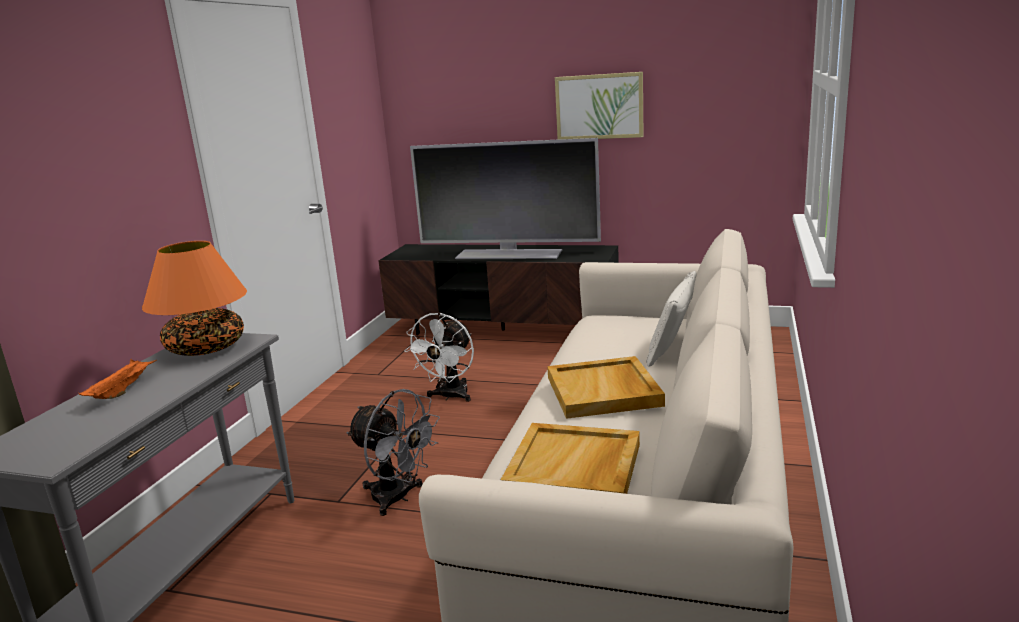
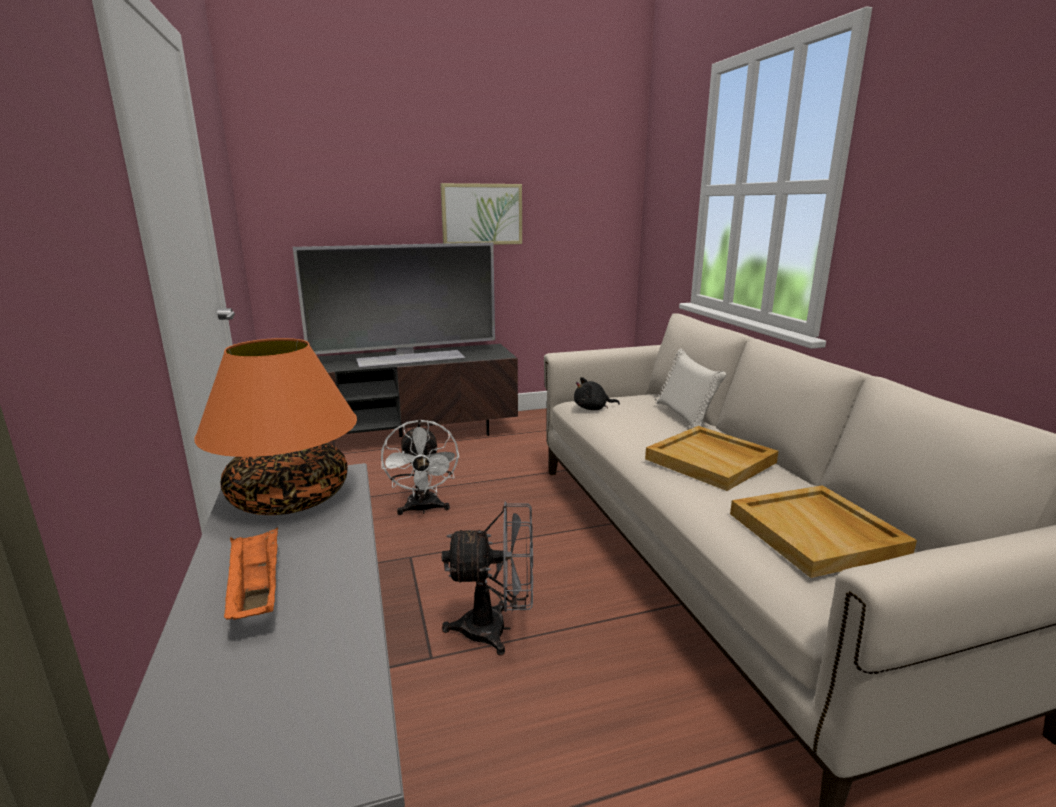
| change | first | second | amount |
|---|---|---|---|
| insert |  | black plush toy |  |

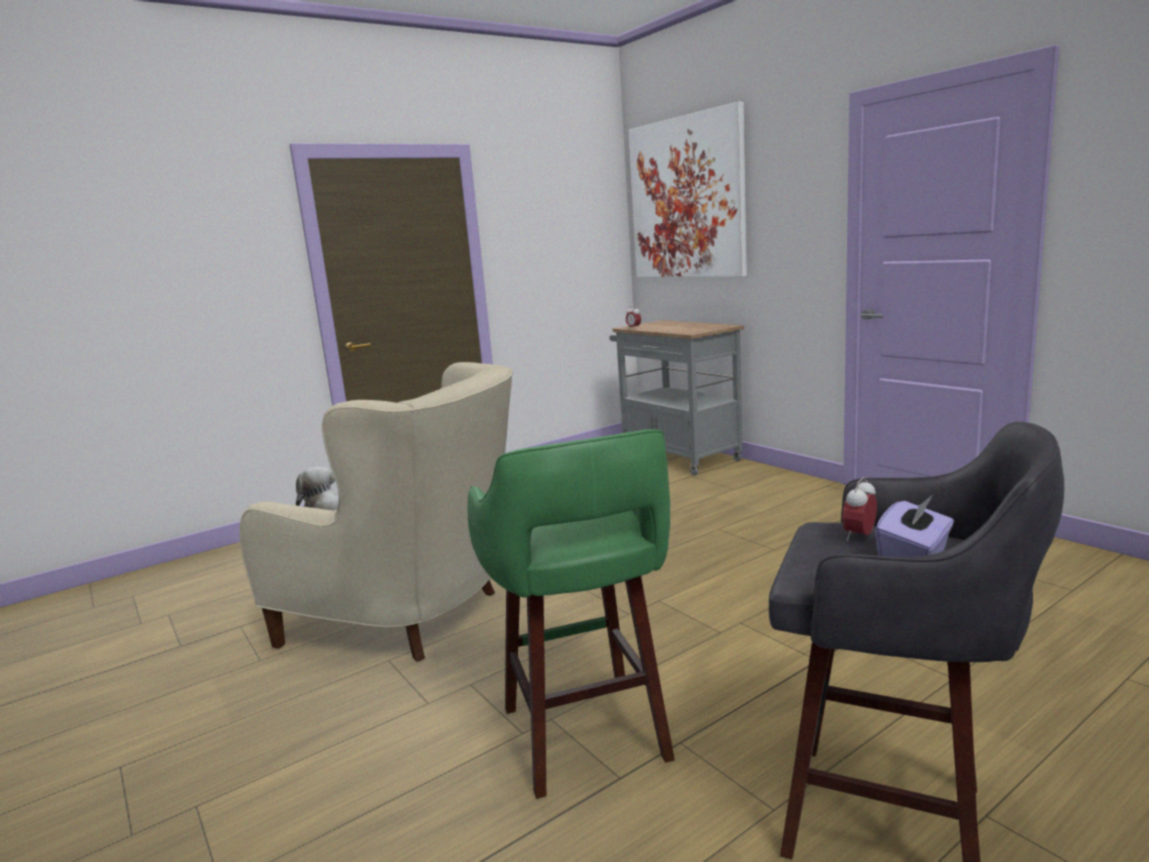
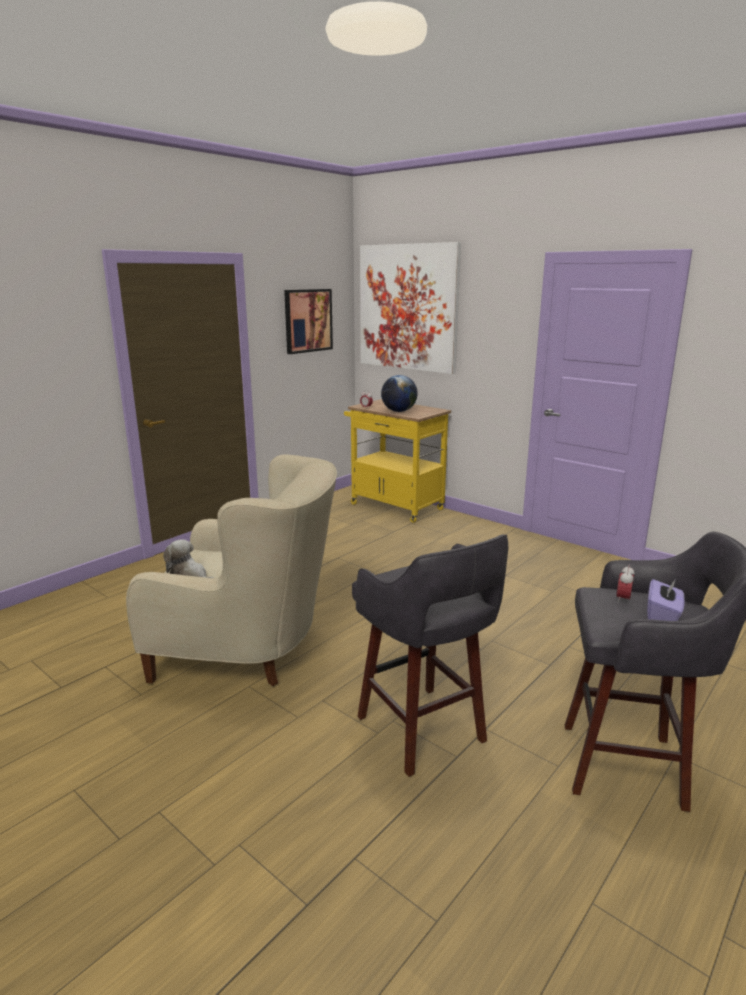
| change | first | second | amount |
|---|---|---|---|
| recolor | grey cart | yellow cart |  |
| recolor | green stool | grey stool (1st from left) |  |
| insert |  | picture (1st from left) |  |
| insert |  | globe |  |

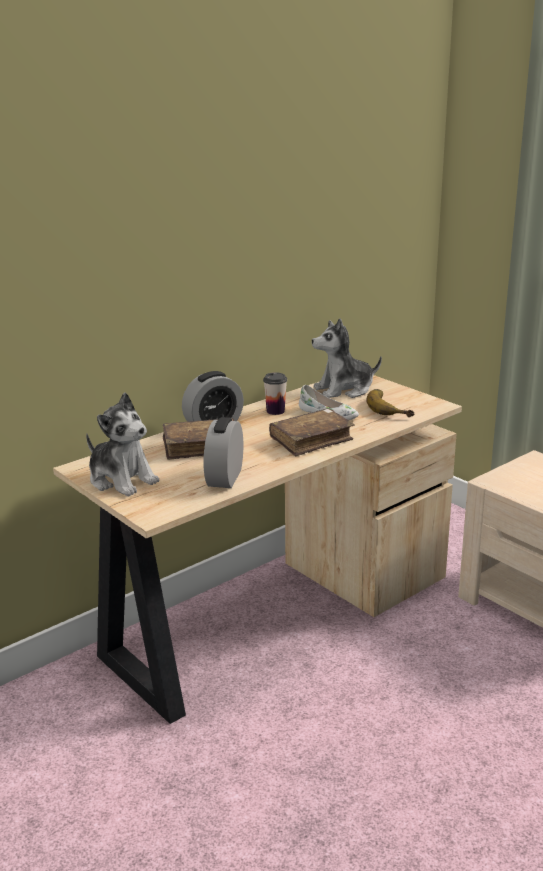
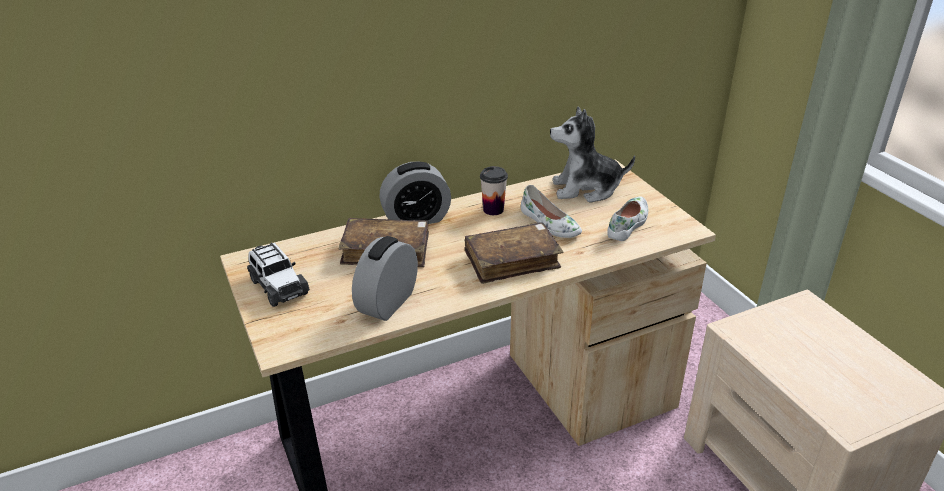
| change | first | second | amount |
|---|---|---|---|
| replace | banana | white shoe (2nd from left) |  |
| replace | plush toy (1st from left) | toy car |  |

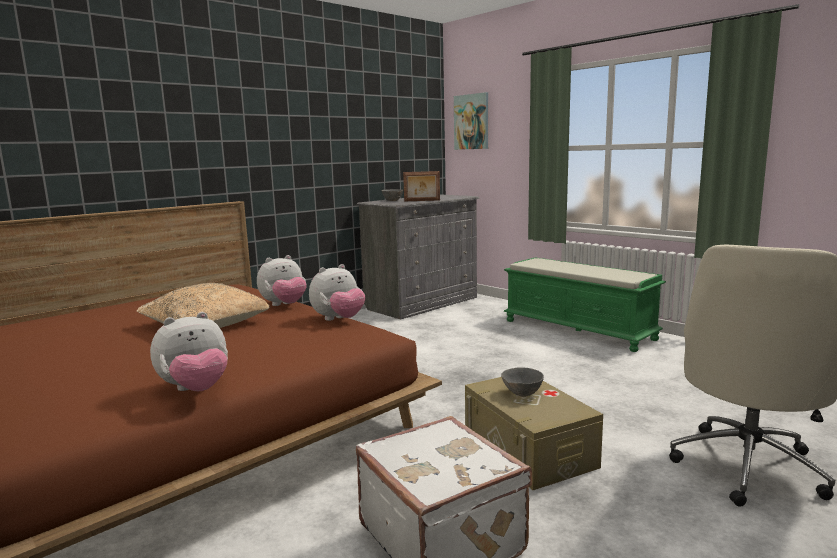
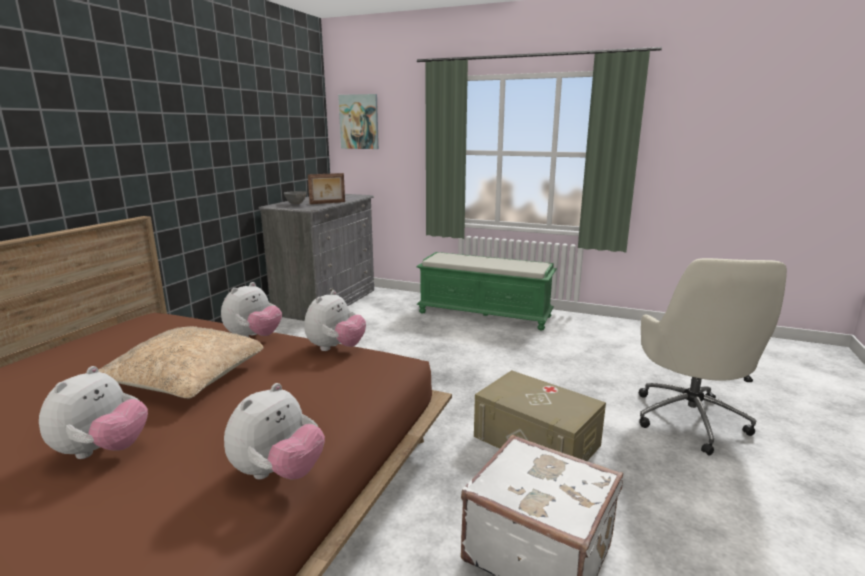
| change | first | second | amount |
|---|---|---|---|
| delete | grey bowl (2nd from left) |  |  |
| insert |  | plush toy (1st from left) |  |

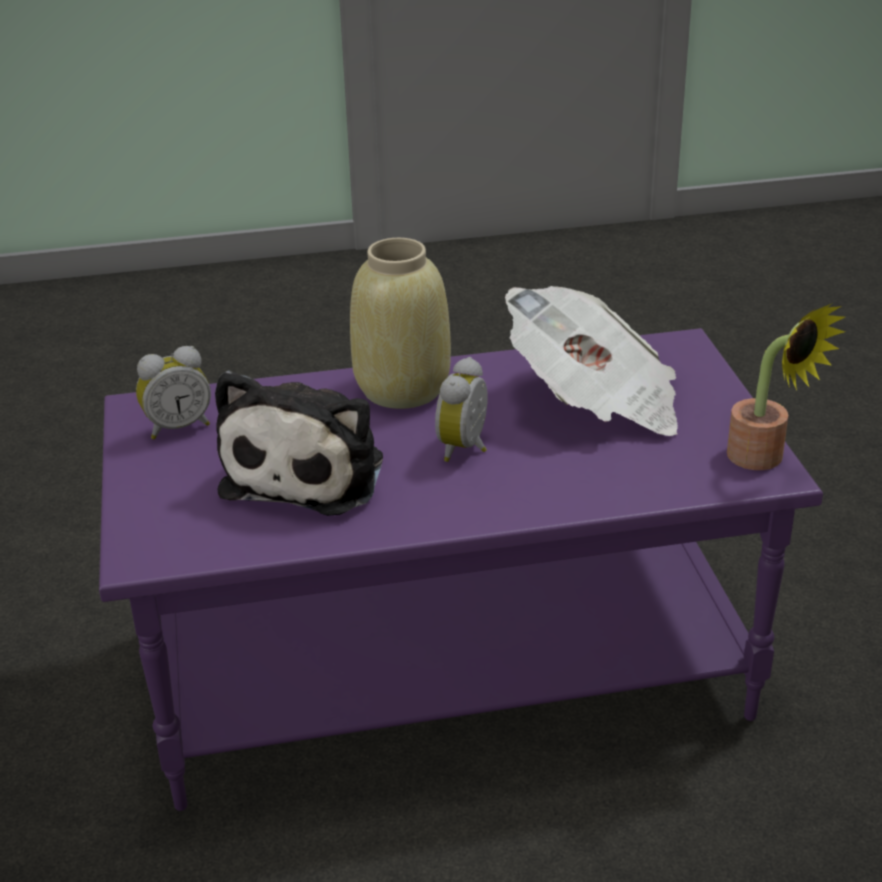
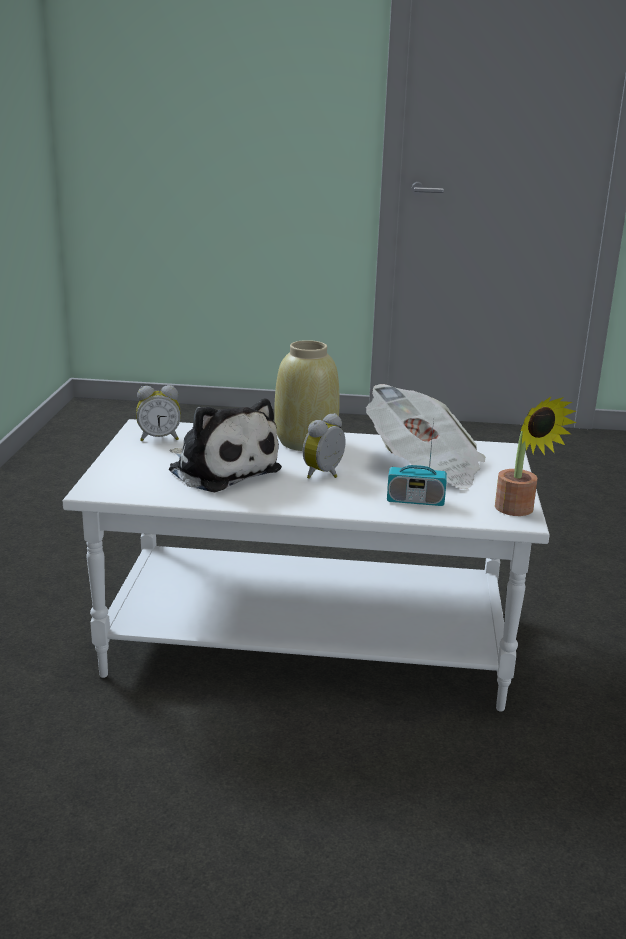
| change | first | second | amount |
|---|---|---|---|
| recolor | purple coffee table | white coffee table |  |
| rotate | plush toy |  | 75 degrees counterclockwise |
| insert |  | radio |  |

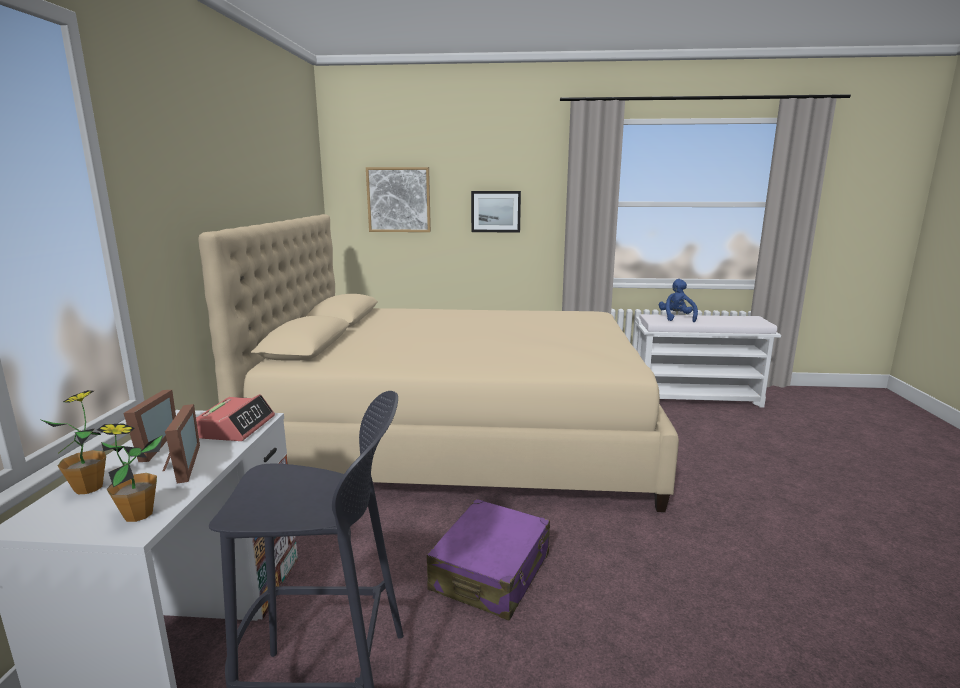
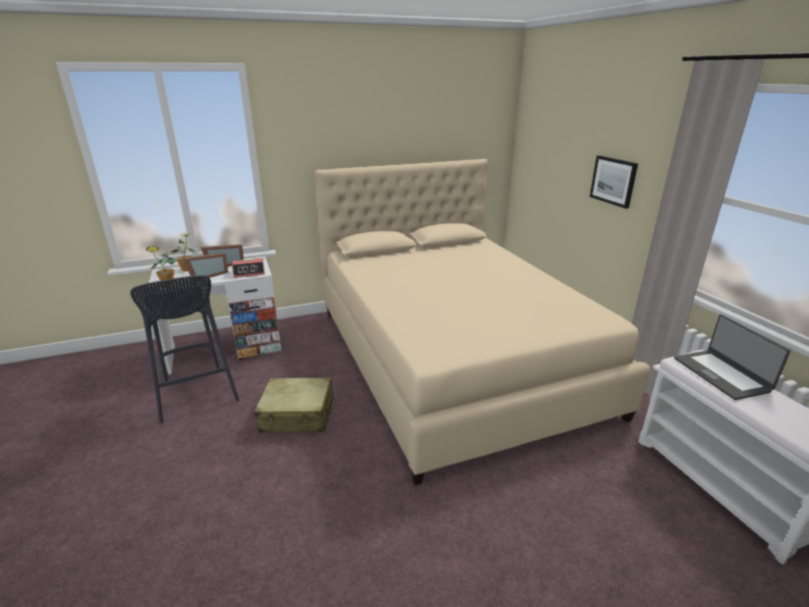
| change | first | second | amount |
|---|---|---|---|
| delete | picture (1st from left) |  |  |
| replace | blue plush toy | laptop |  |
| recolor | purple suitcase | beige suitcase |  |

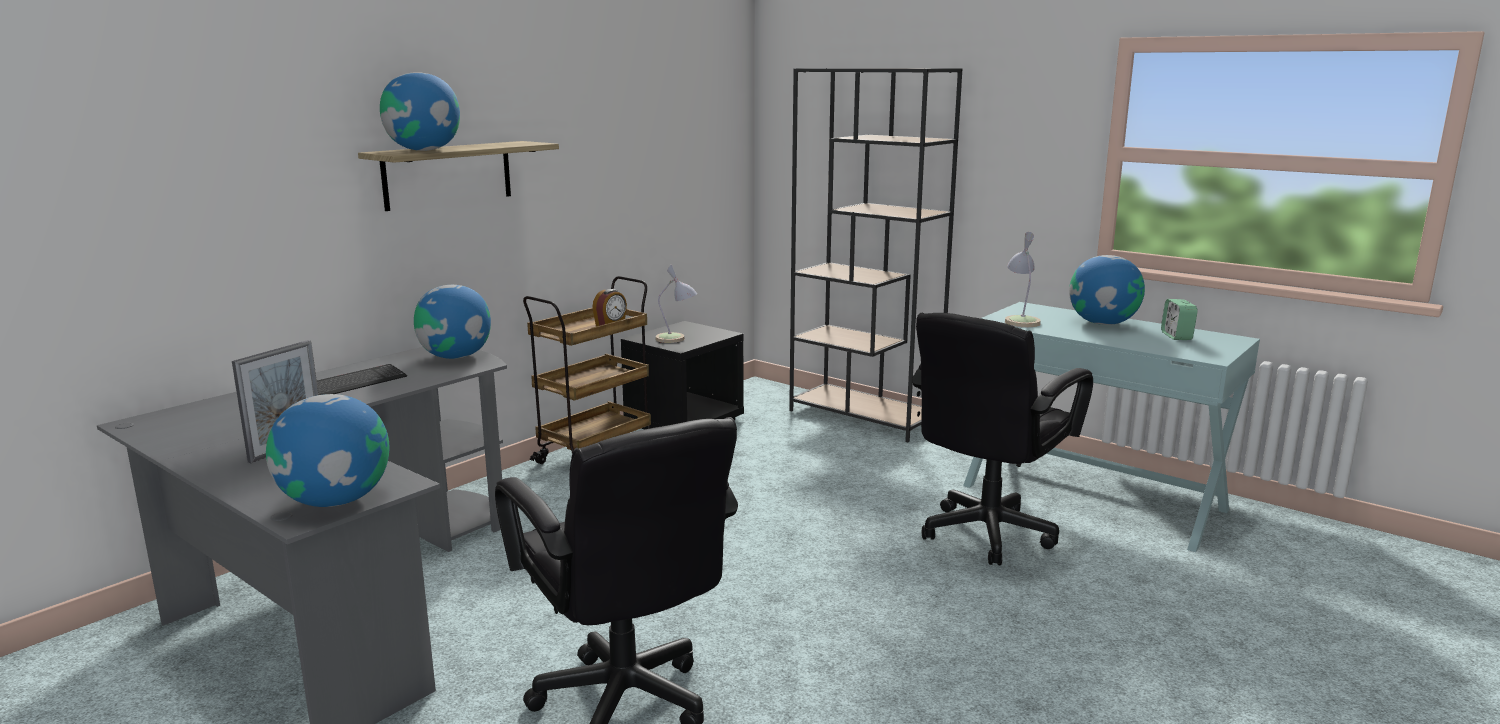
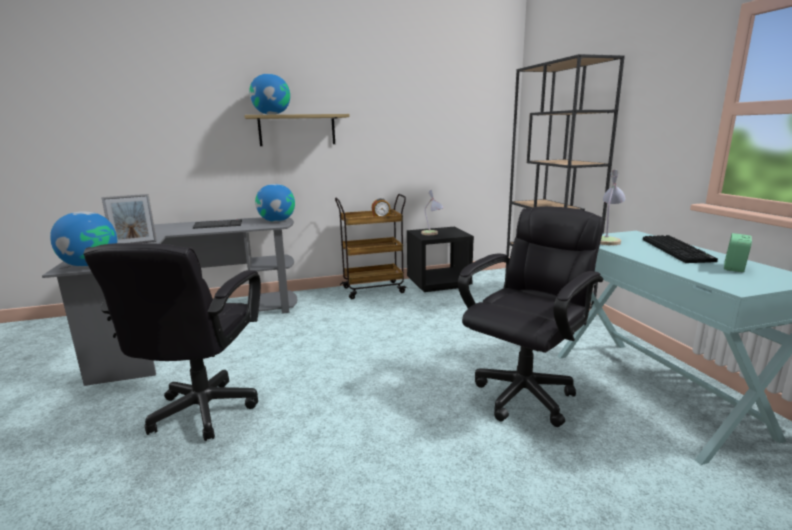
| change | first | second | amount |
|---|---|---|---|
| replace | globe (4th from left) | keyboard (2nd from left) |  |
| rotate | black office chair (2nd from left) |  | 150 degrees clockwise |

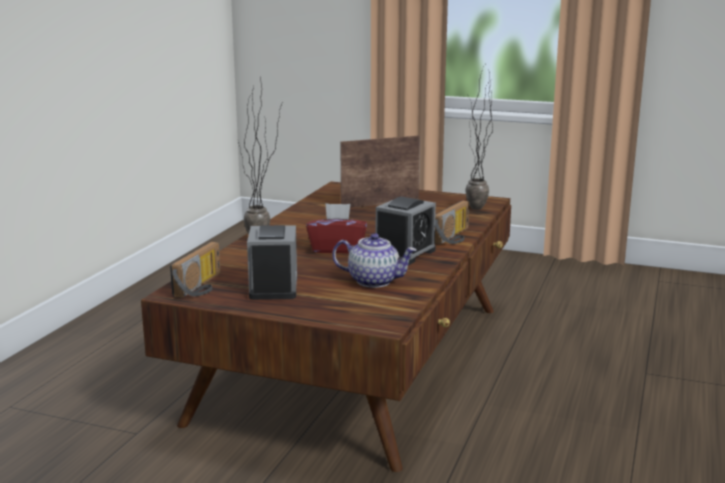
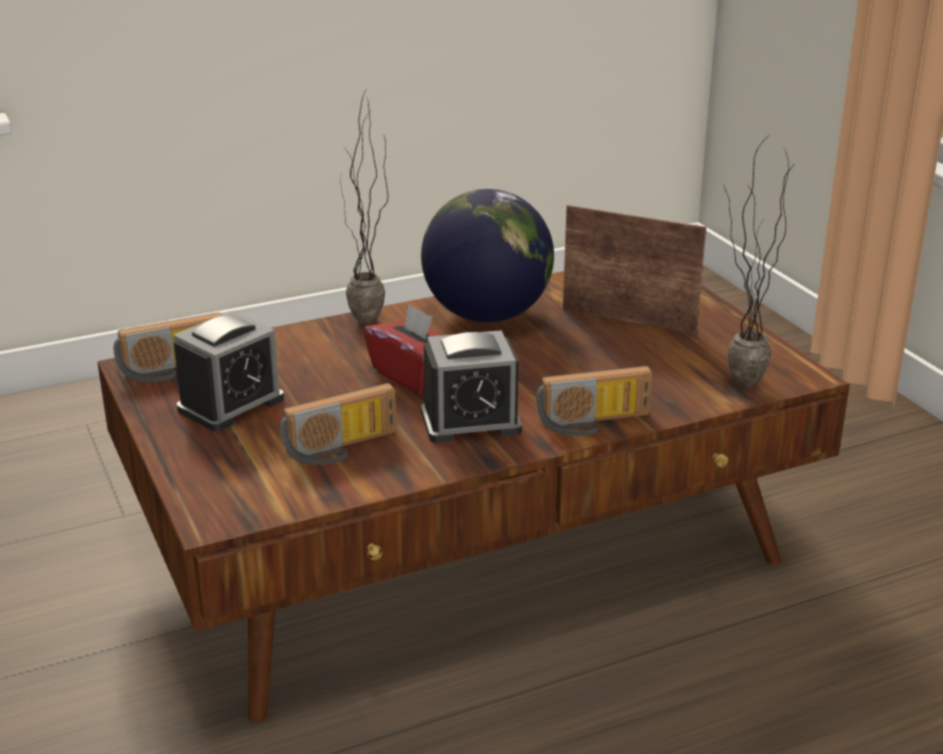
| change | first | second | amount |
|---|---|---|---|
| replace | teapot | radio (2nd from left) |  |
| insert |  | globe |  |

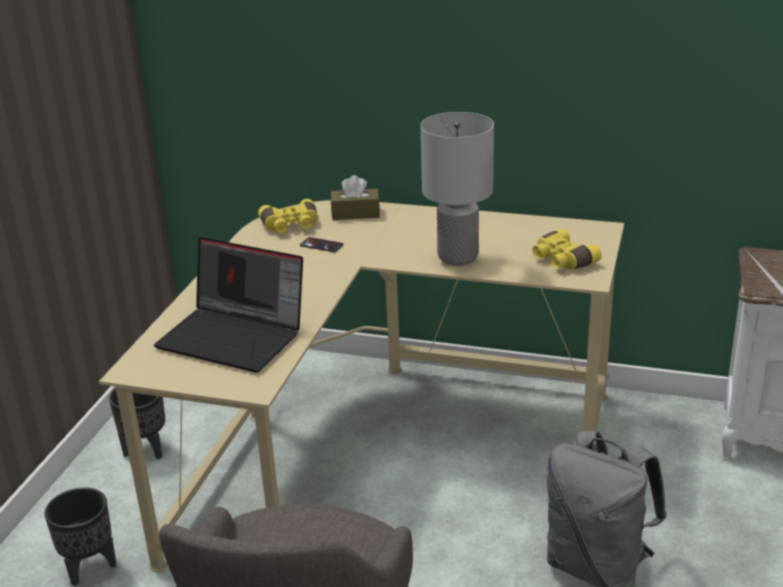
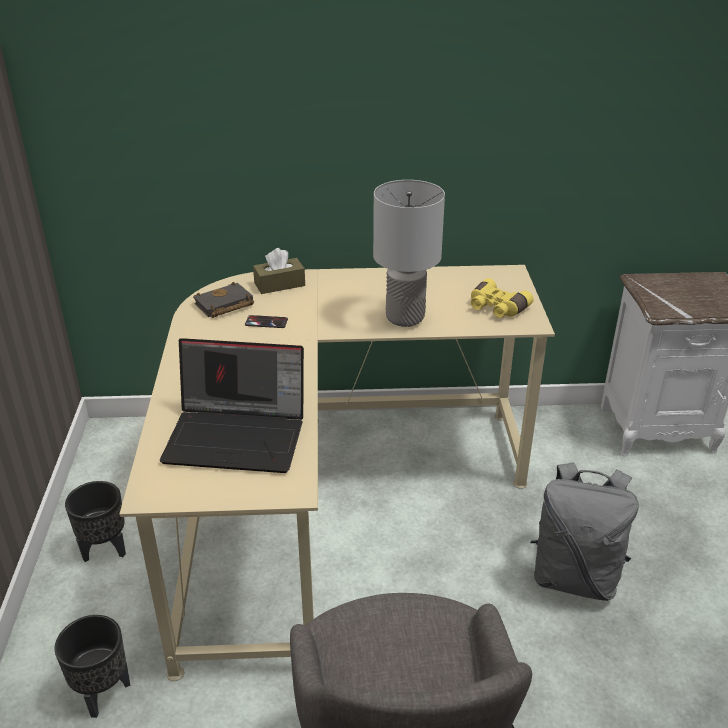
| change | first | second | amount |
|---|---|---|---|
| replace | yellow binoculars (1st from left) | black book |  |

